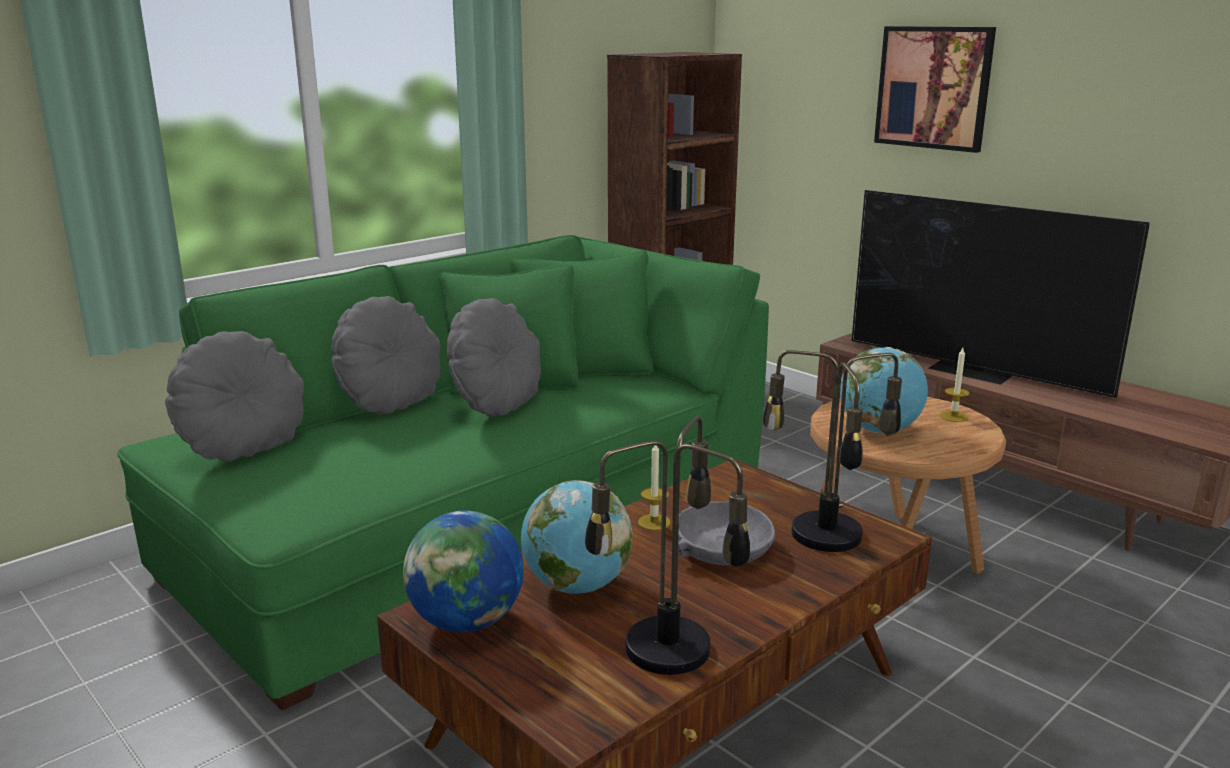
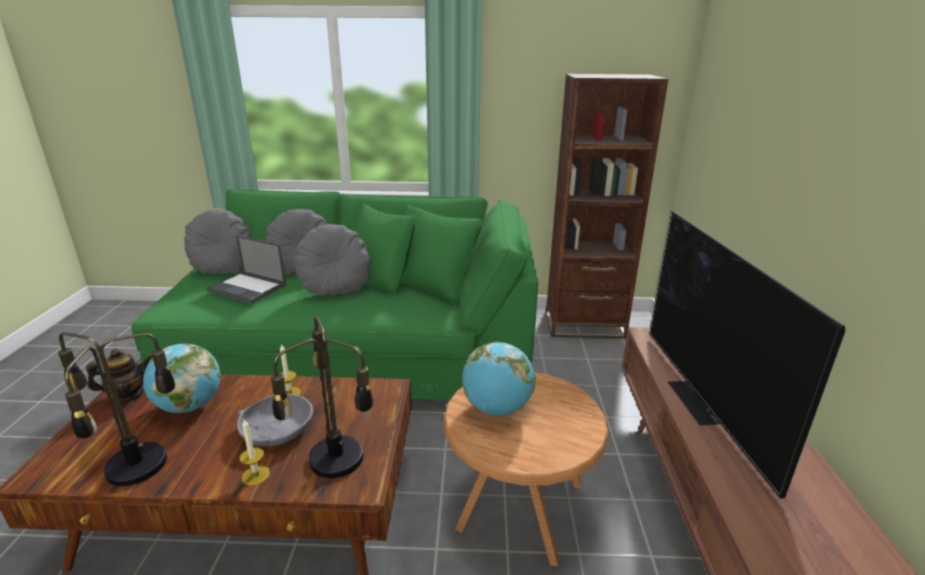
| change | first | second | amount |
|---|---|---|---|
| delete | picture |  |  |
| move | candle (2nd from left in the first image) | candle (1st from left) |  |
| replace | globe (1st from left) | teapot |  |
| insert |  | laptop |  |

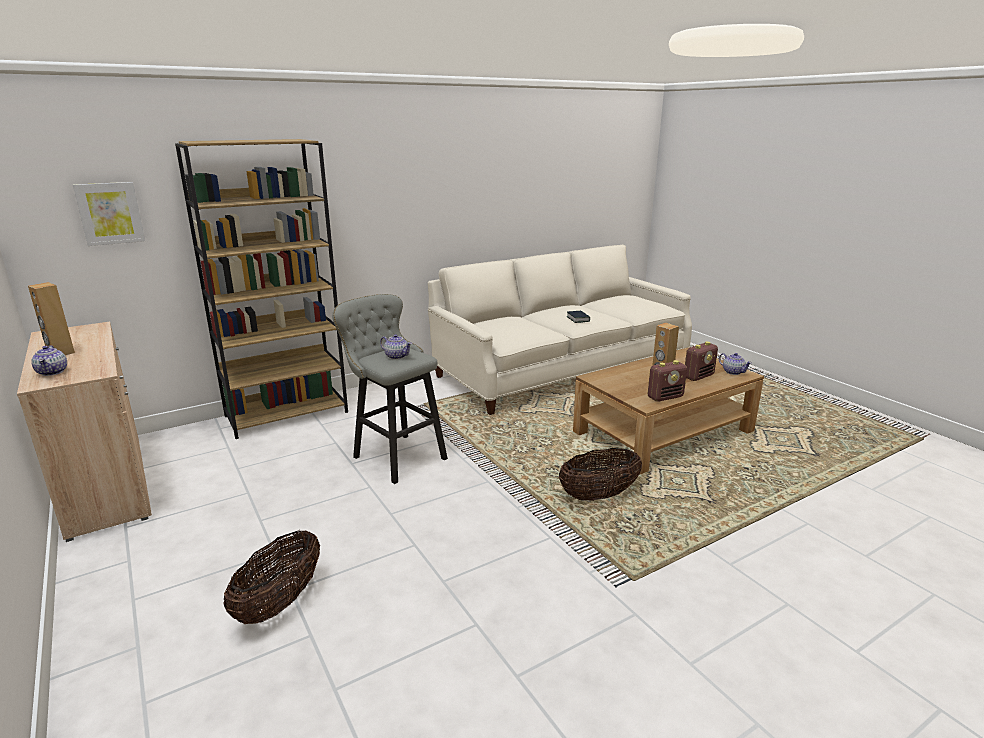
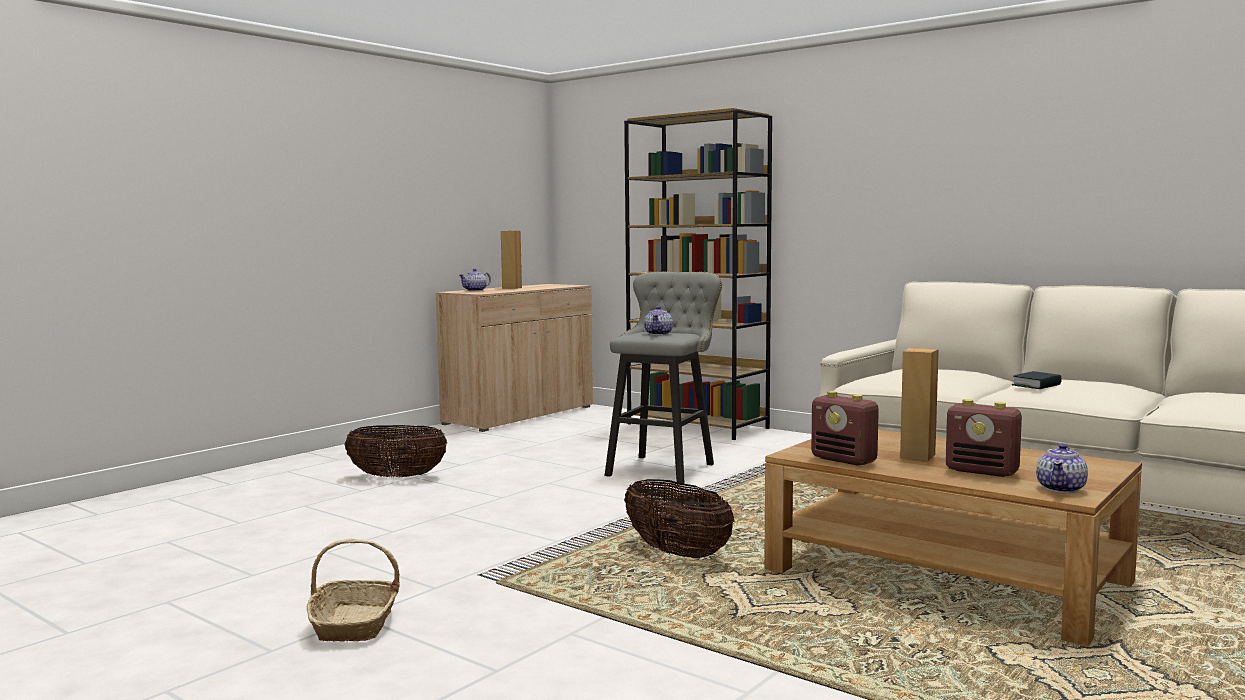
| change | first | second | amount |
|---|---|---|---|
| delete | picture |  |  |
| insert |  | basket (1st from left) |  |

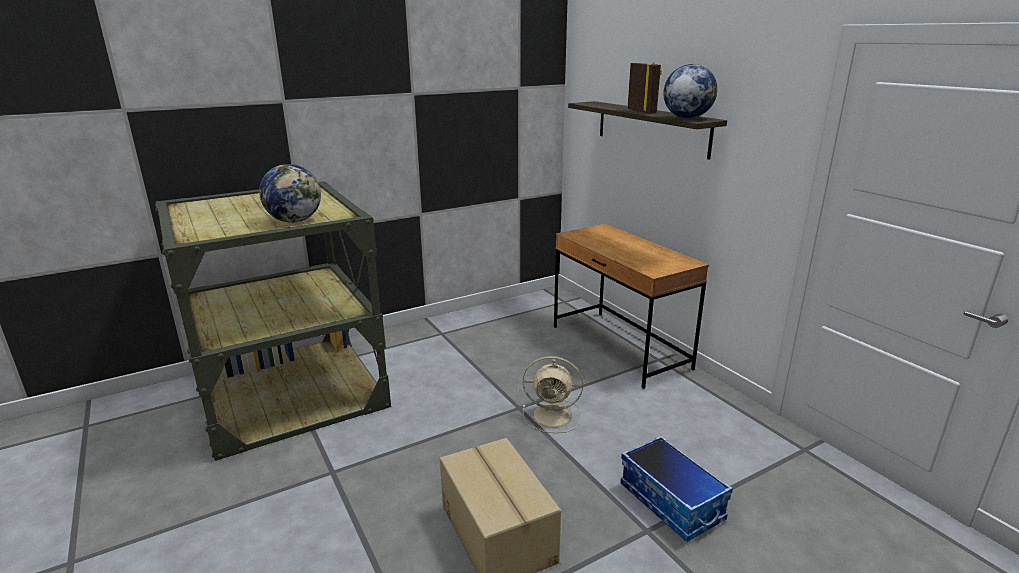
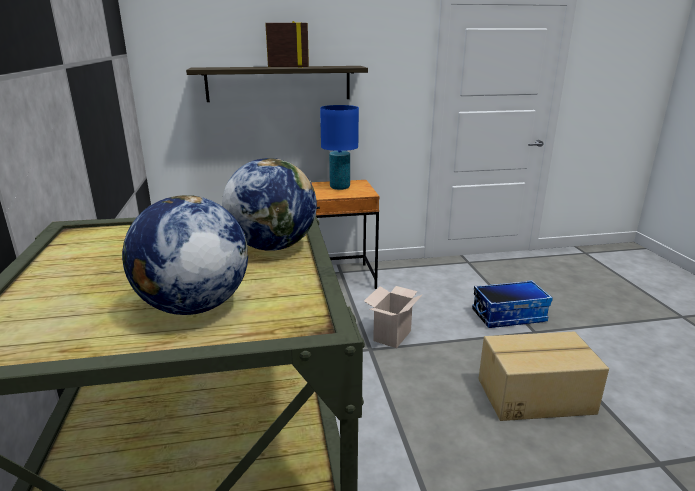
| change | first | second | amount |
|---|---|---|---|
| move | globe (2nd from left in the first image) | globe (1st from left) |  |
| replace | beige fan | cardboard box (1st from left) |  |
| insert |  | blue table lamp |  |

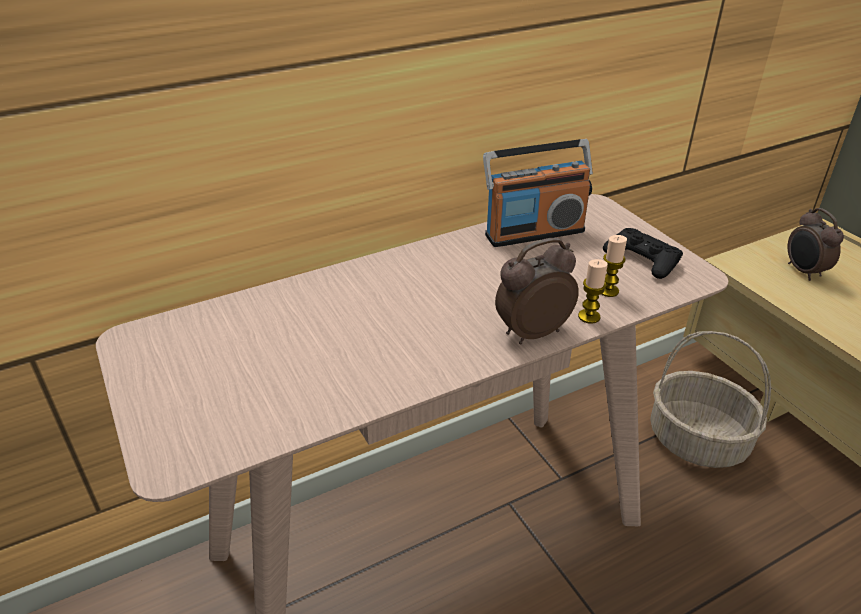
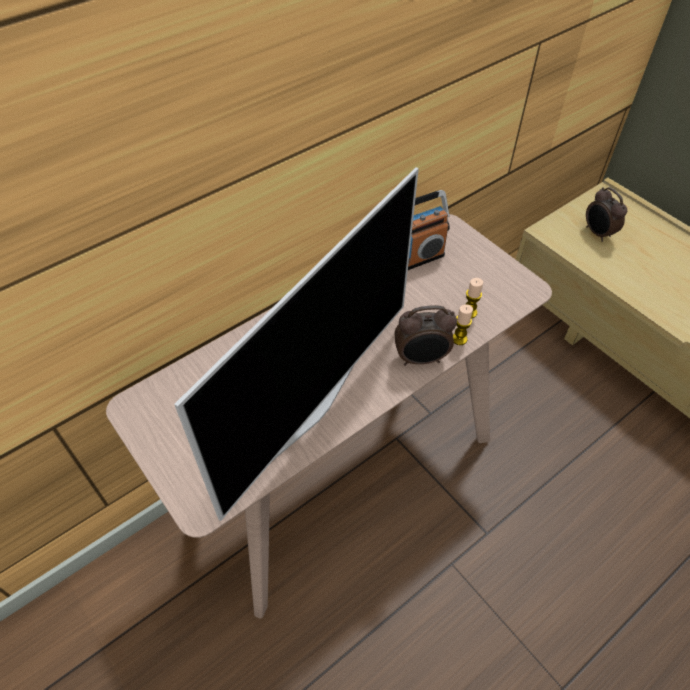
| change | first | second | amount |
|---|---|---|---|
| delete | black game controller |  |  |
| rotate | alarm clock (1st from left) |  | 150 degrees counterclockwise |
| delete | basket |  |  |
| insert |  | television |  |

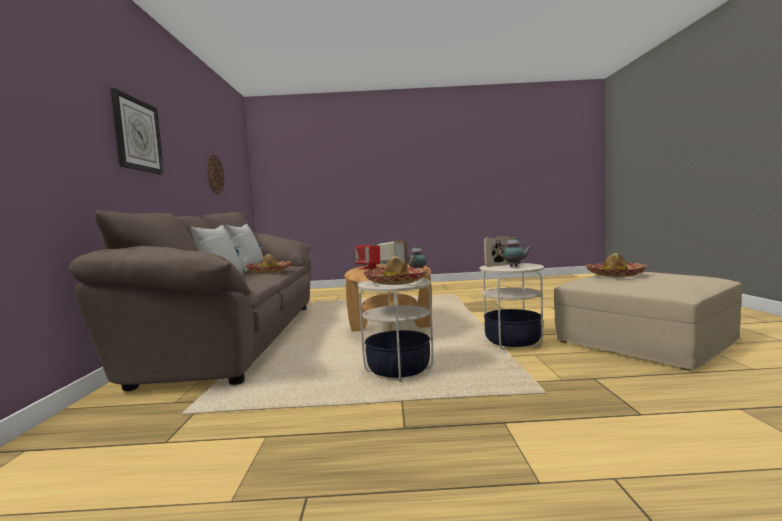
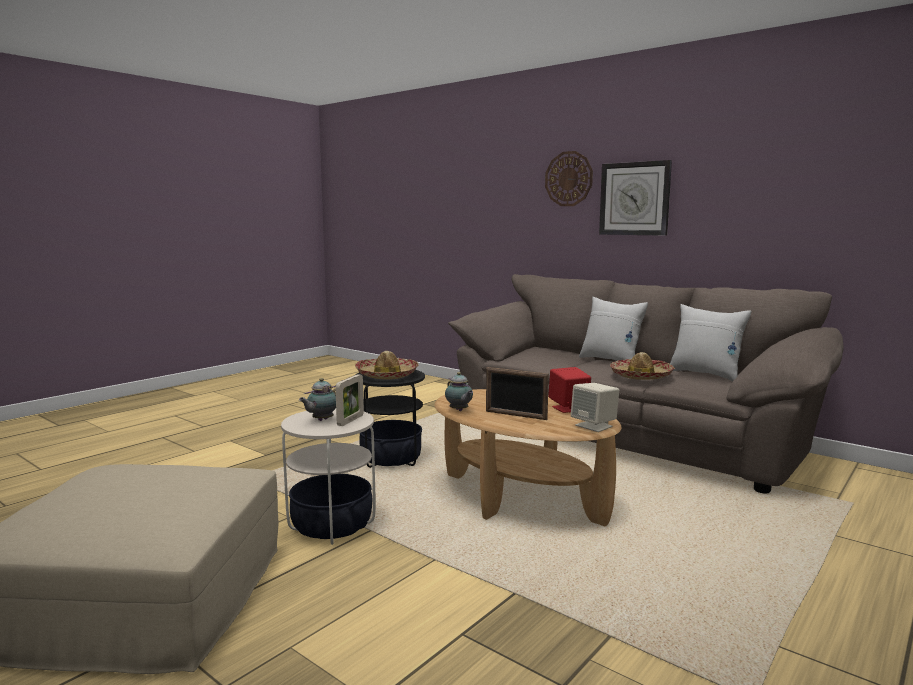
| change | first | second | amount |
|---|---|---|---|
| move | wall clock (2nd from left in the first image) | wall clock (1st from left) |  |
| delete | hat (3rd from left) |  |  |
| recolor | beige side table (1st from left) | black side table |  |

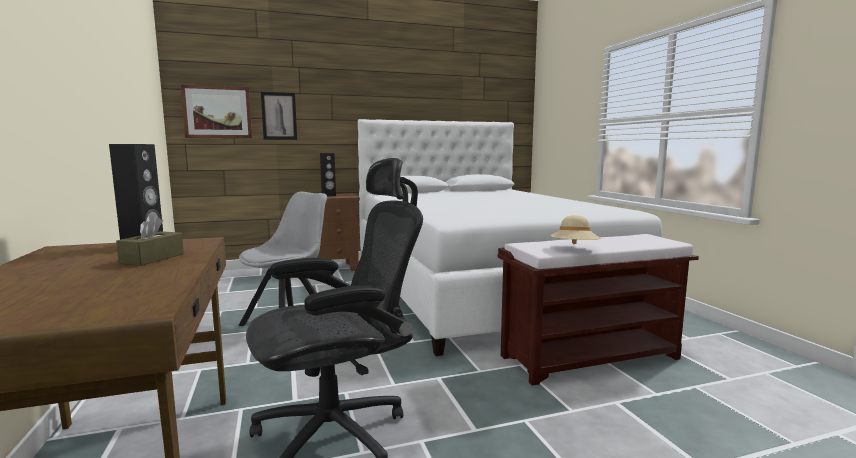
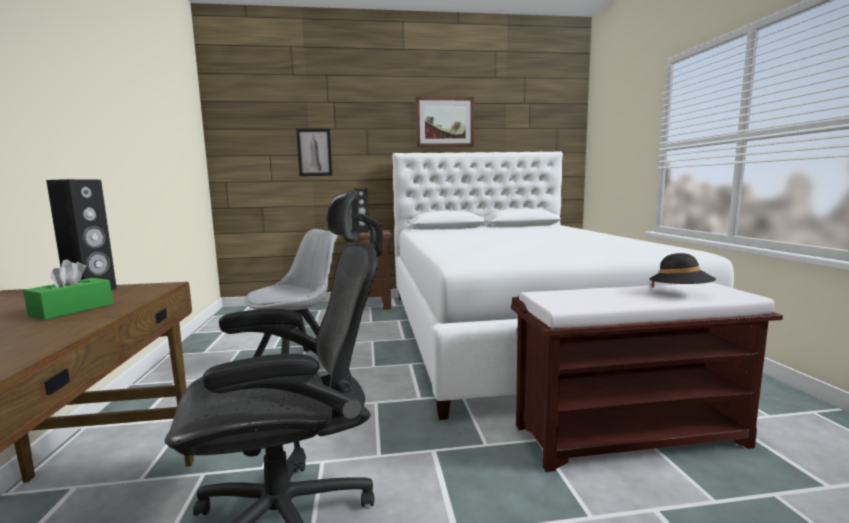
| change | first | second | amount |
|---|---|---|---|
| move | picture (1st from left in the first image) | picture (2nd from left) |  |
| recolor | brown tissue box | green tissue box |  |
| delete | beige hat |  |  |
| insert |  | black hat |  |

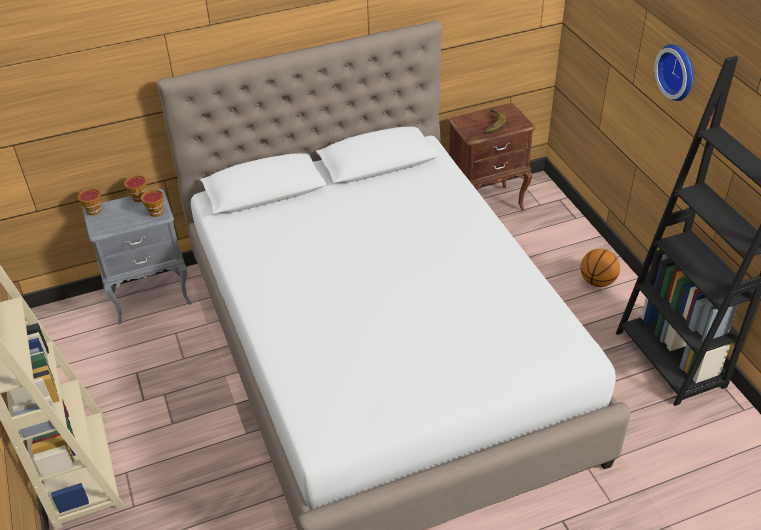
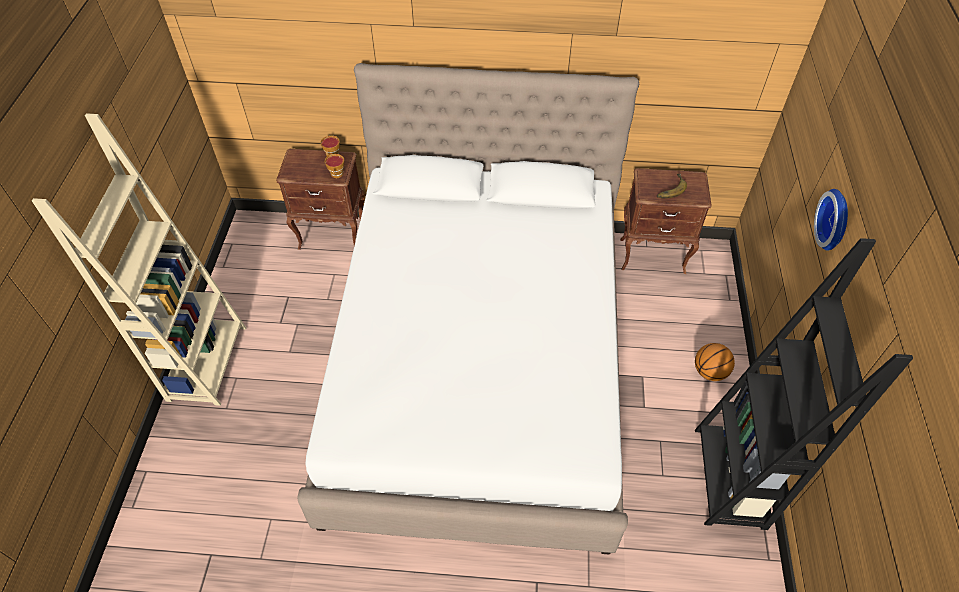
| change | first | second | amount |
|---|---|---|---|
| delete | cup (1st from left) |  |  |
| recolor | grey nightstand | brown nightstand (1st from left) |  |

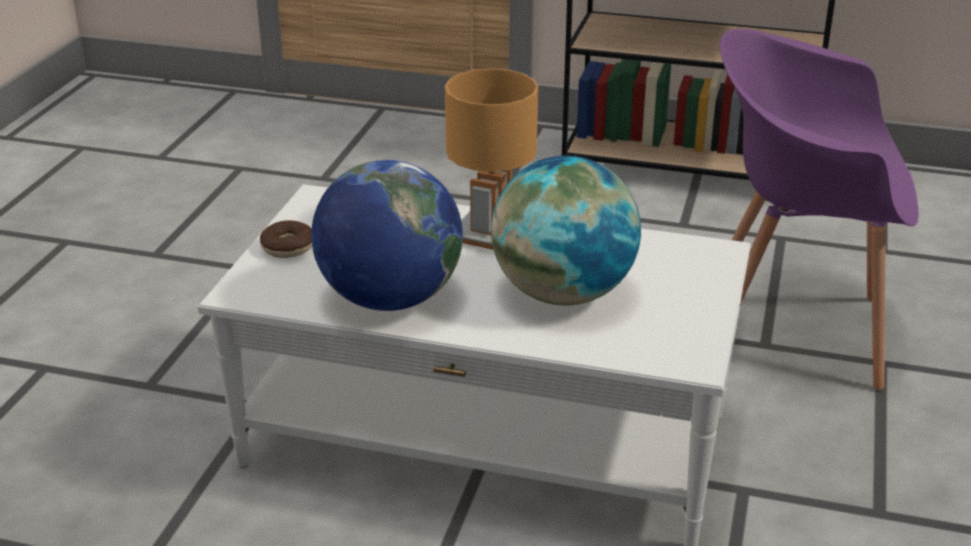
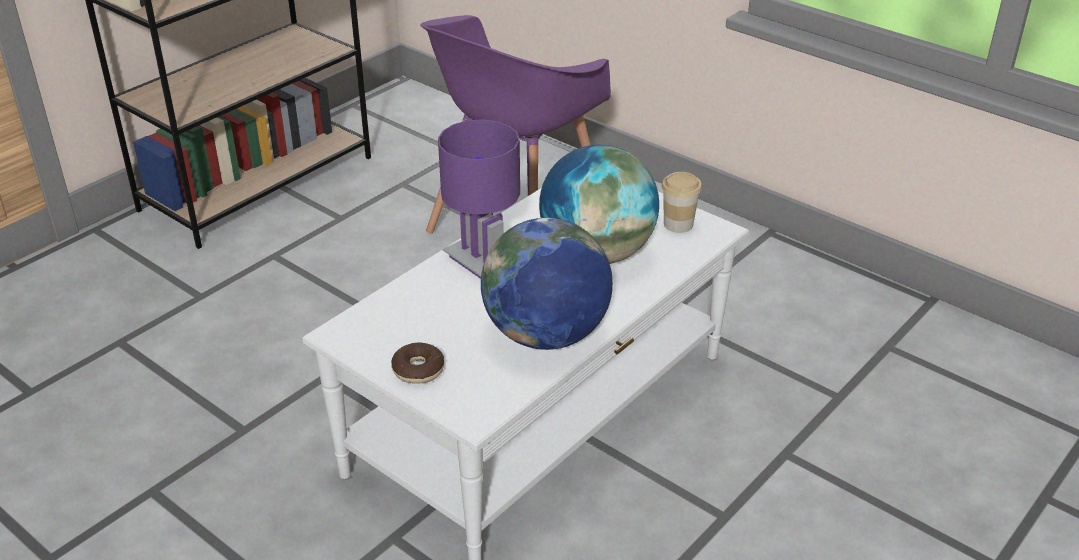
| change | first | second | amount |
|---|---|---|---|
| recolor | brown table lamp | purple table lamp |  |
| insert |  | cup |  |

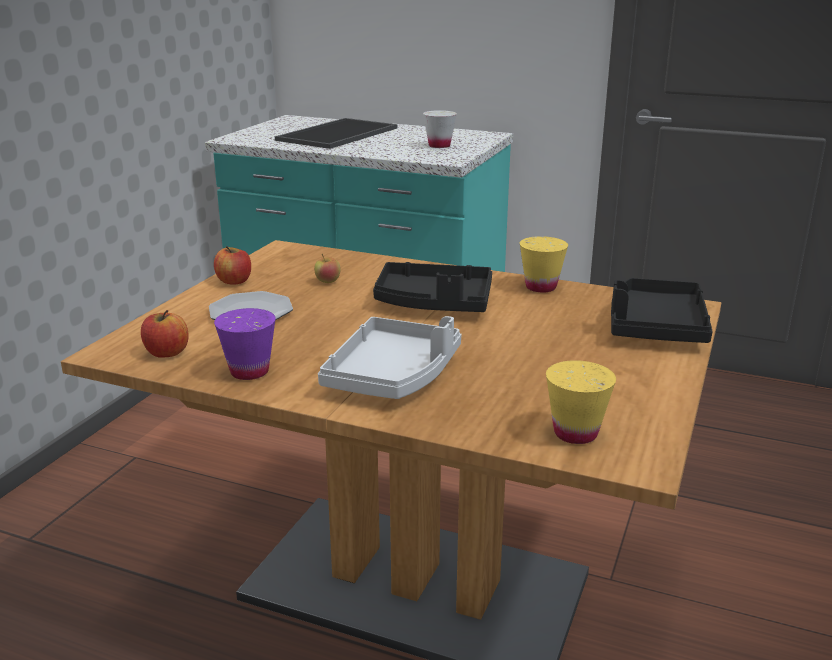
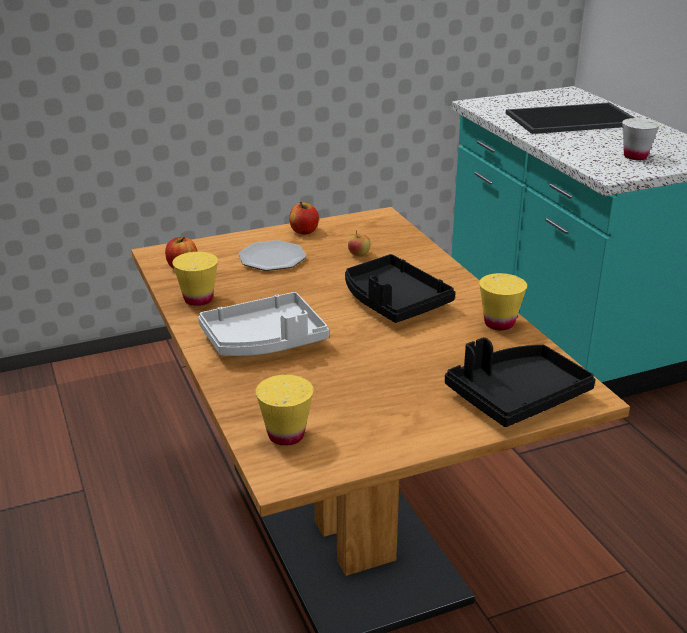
| change | first | second | amount |
|---|---|---|---|
| recolor | purple cup | yellow cup (1st from left) |  |

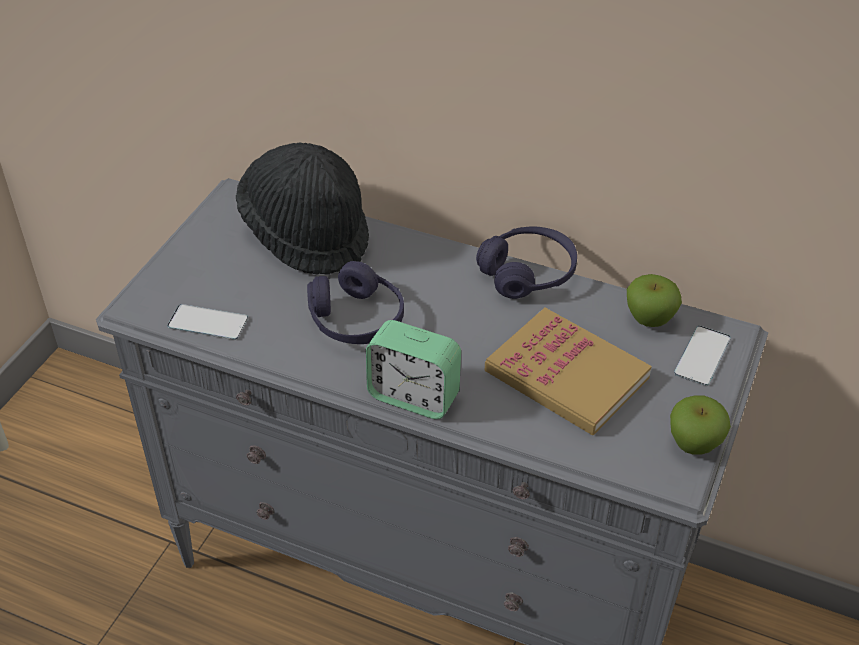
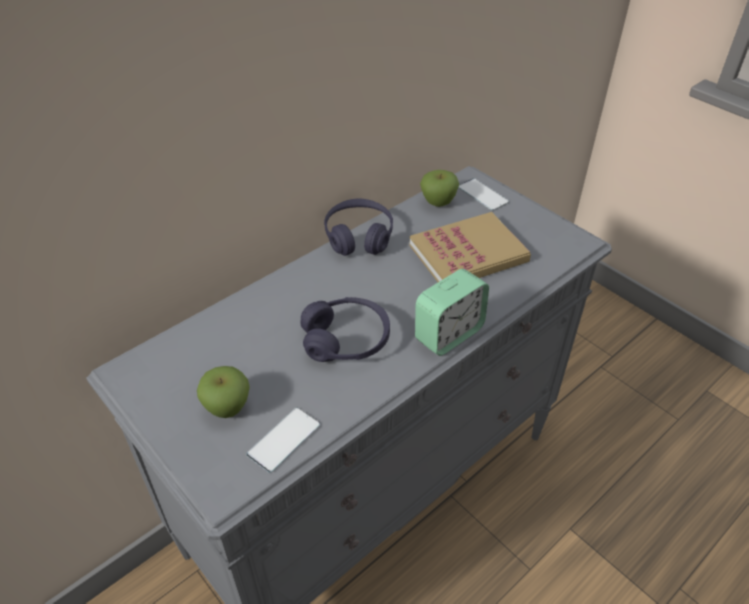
| change | first | second | amount |
|---|---|---|---|
| delete | black hat |  |  |
| move | apple (2nd from left in the first image) | apple (1st from left) |  |

